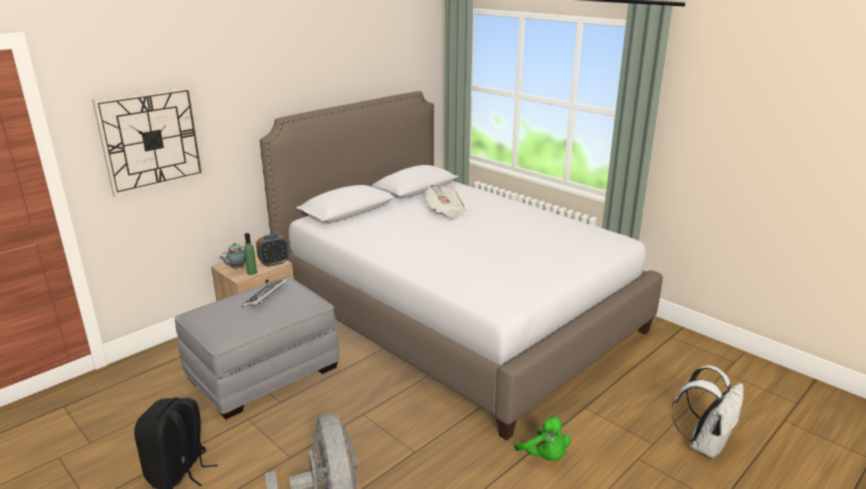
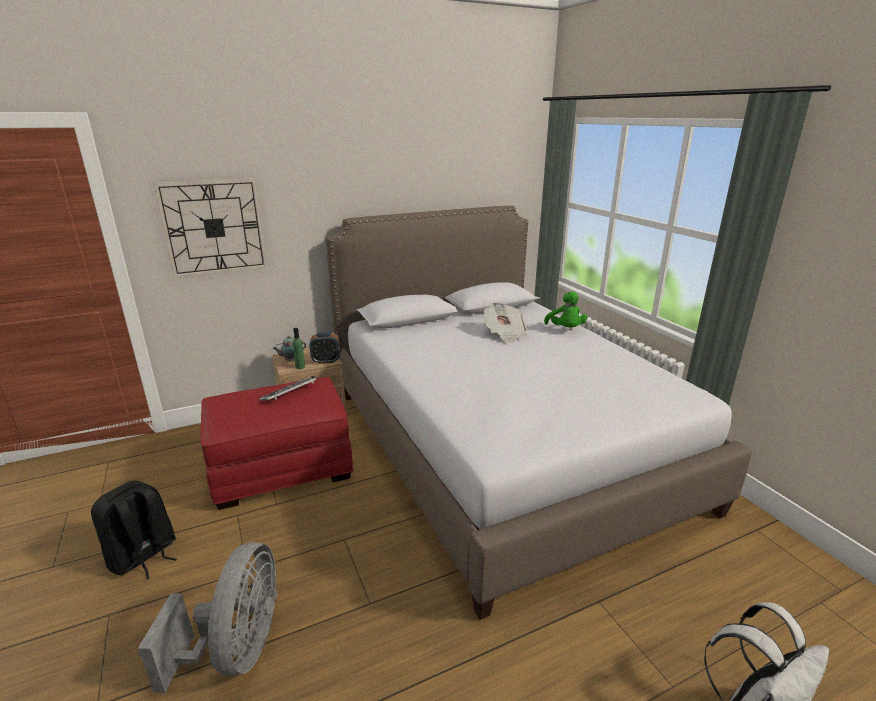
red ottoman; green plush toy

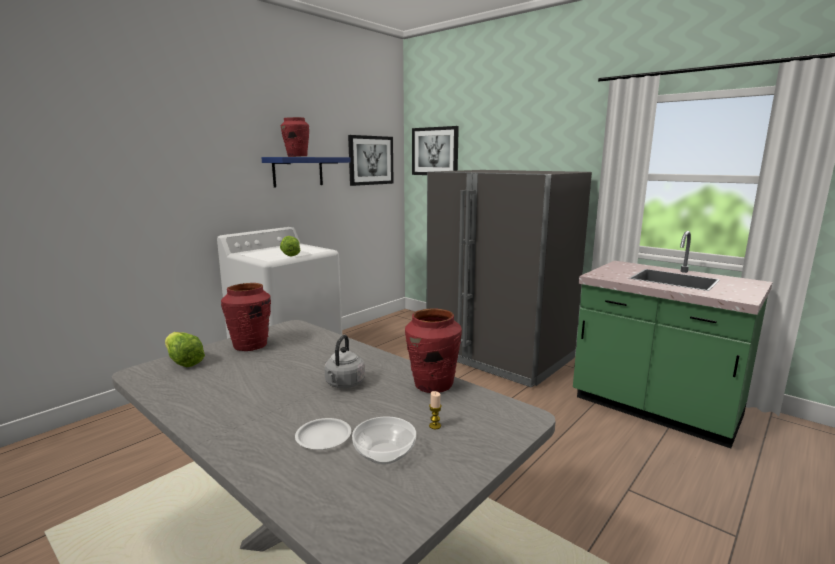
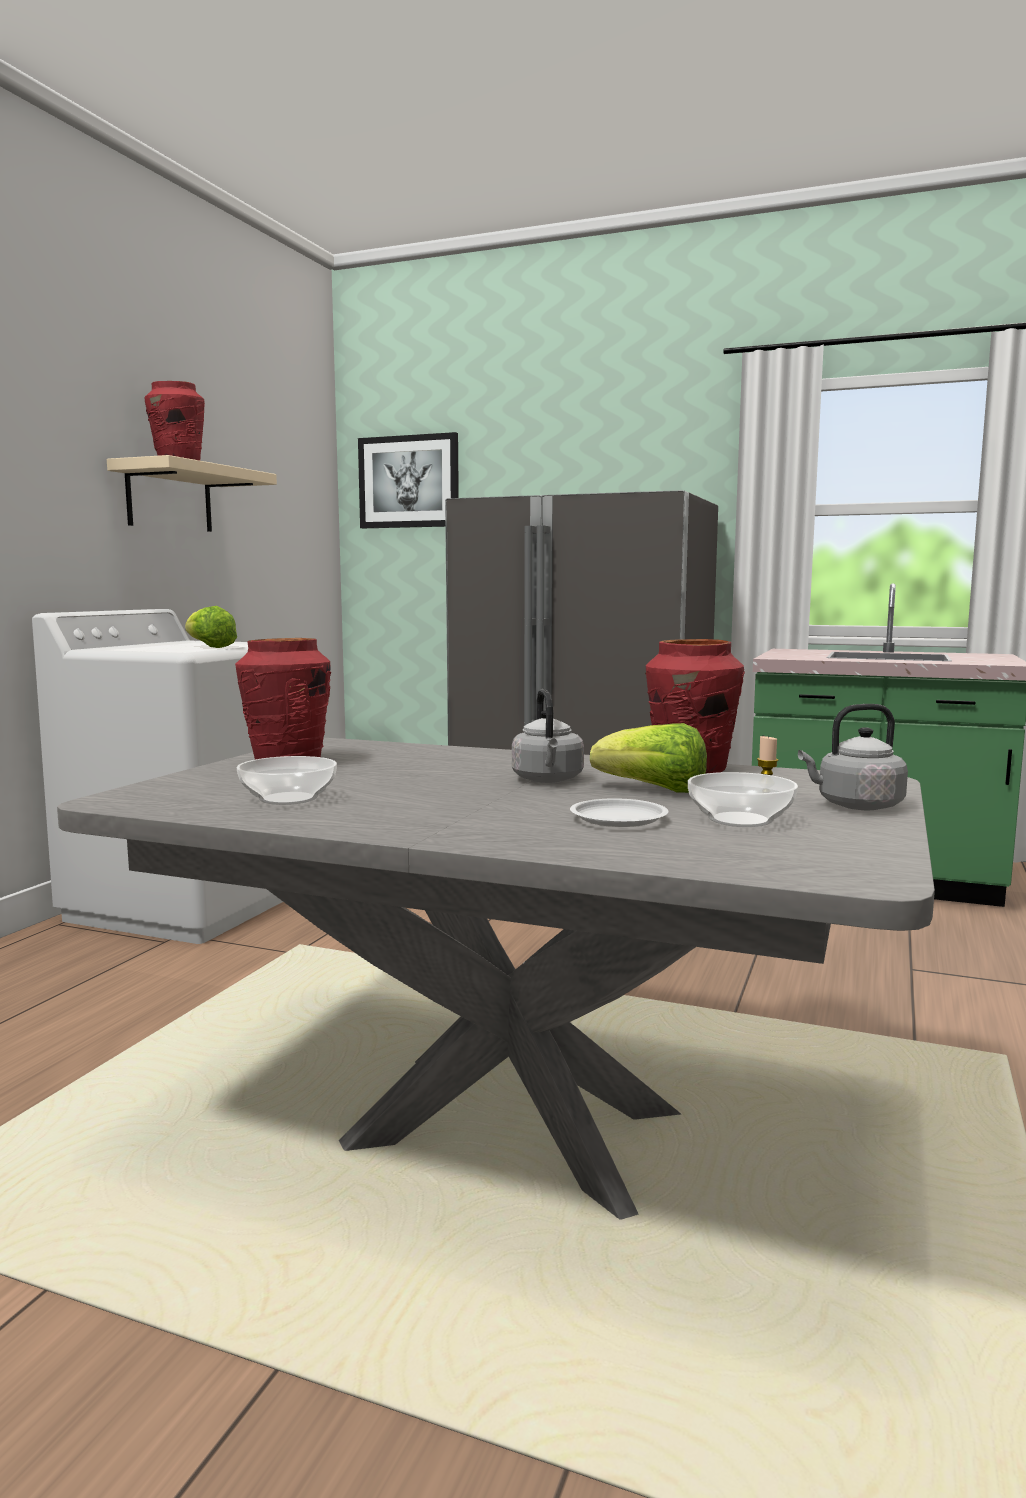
lettuce (2nd from left); beige shelf; picture (1st from left in the first image); bowl (1st from left); grey kettle (2nd from left)

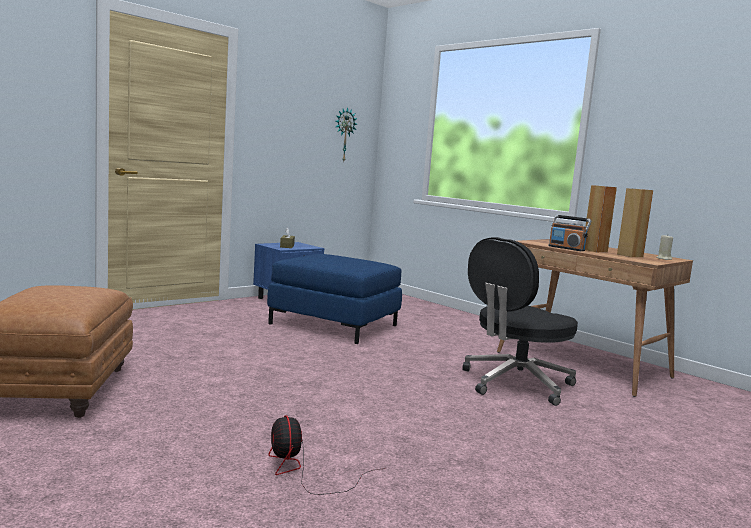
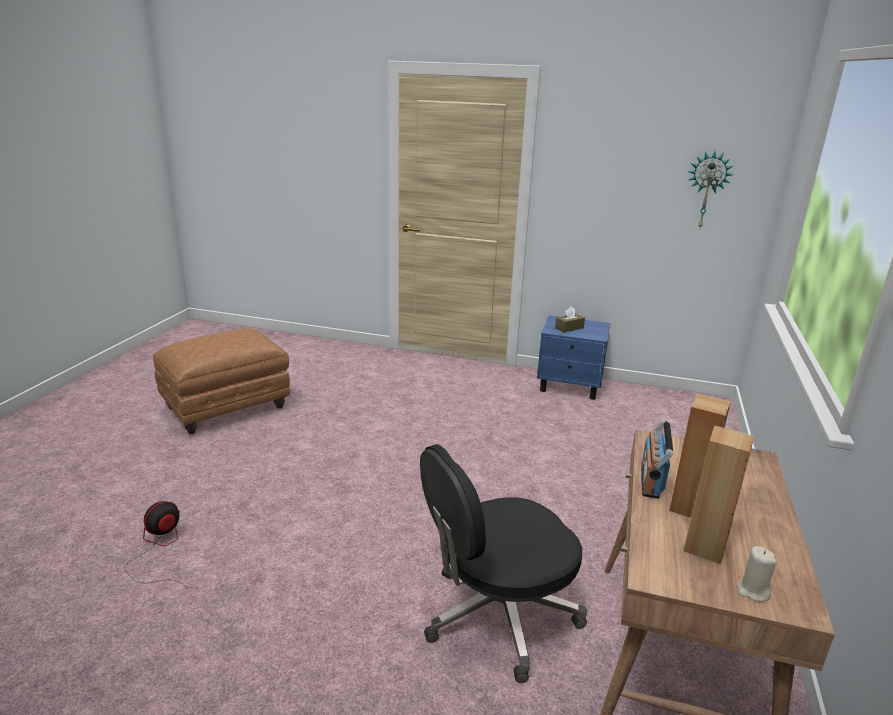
blue ottoman; black office chair

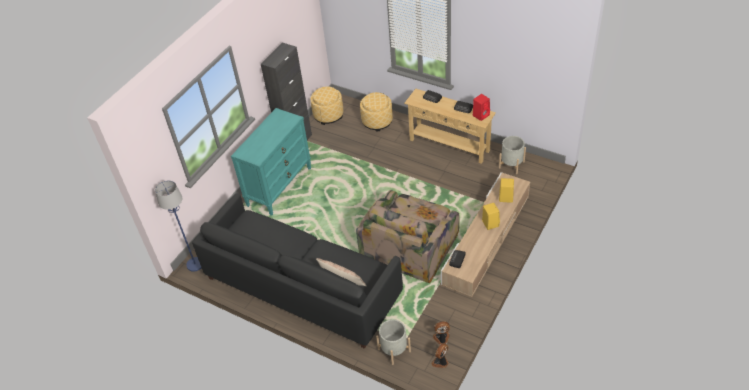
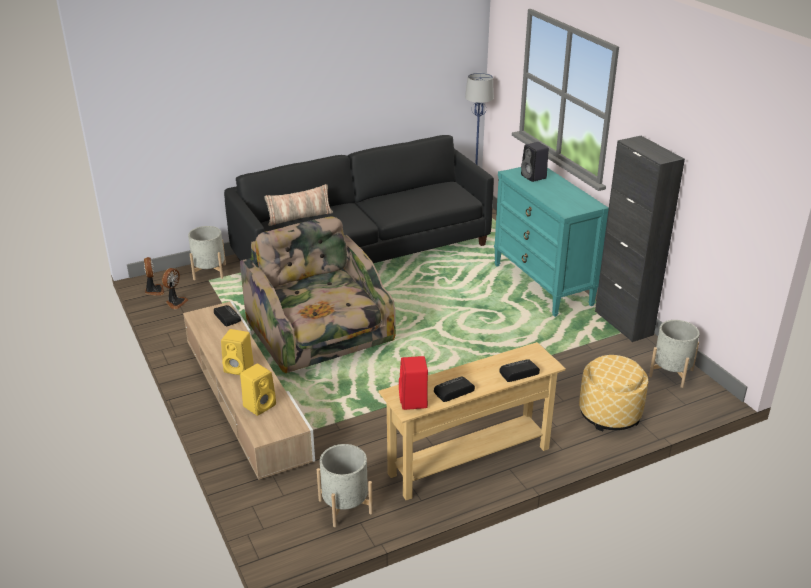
grey planter (3rd from left); black speaker

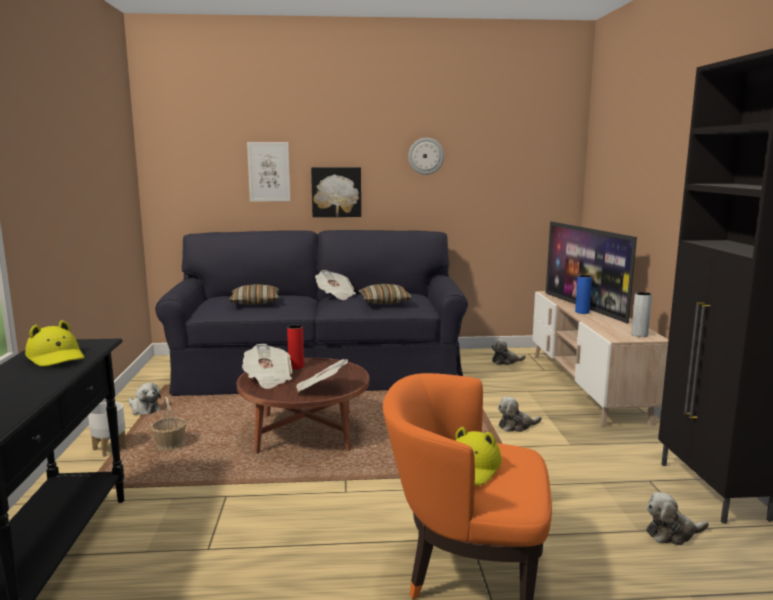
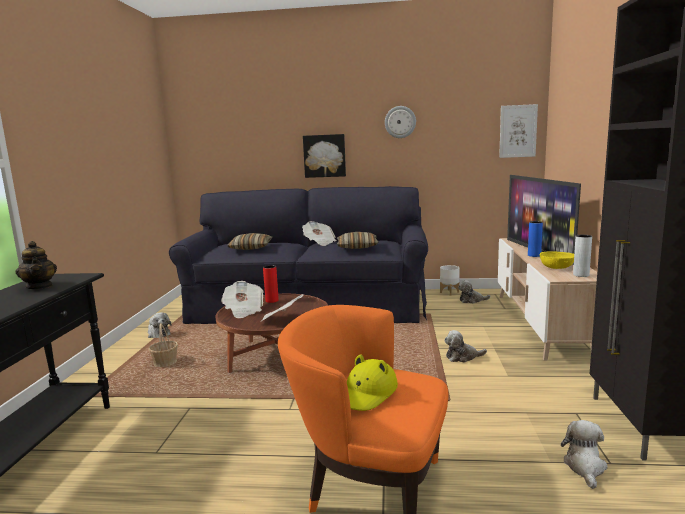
teapot; white planter; picture (2nd from left); plush toy (4th from left); yellow bowl

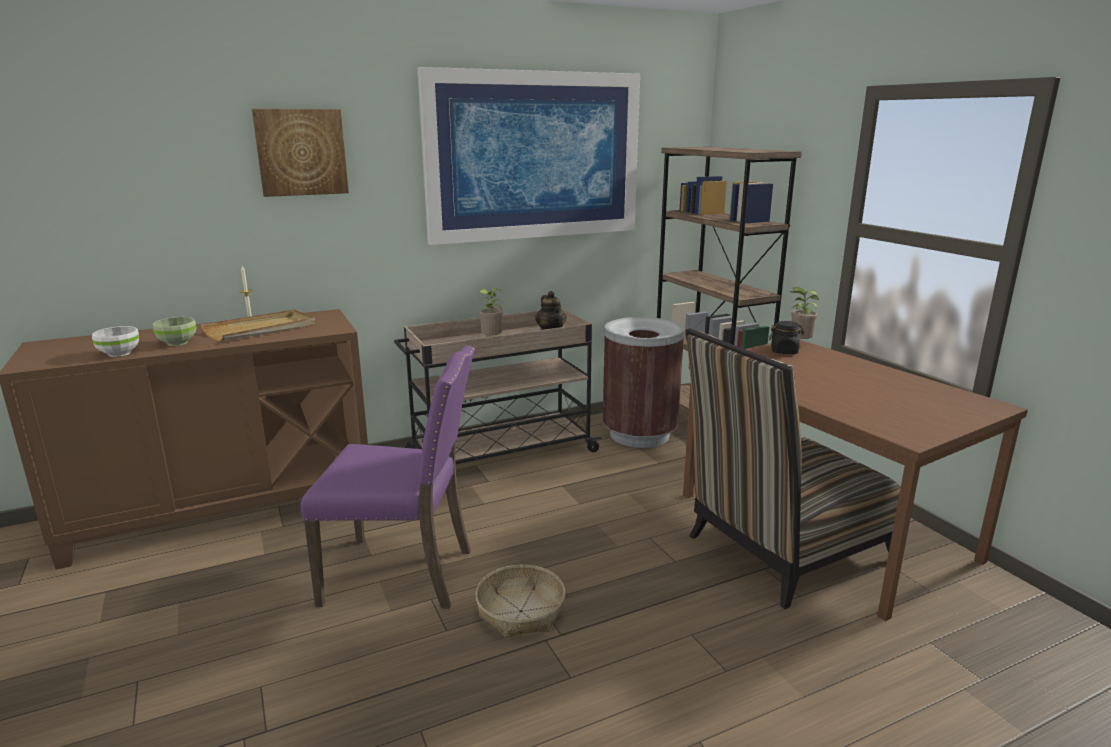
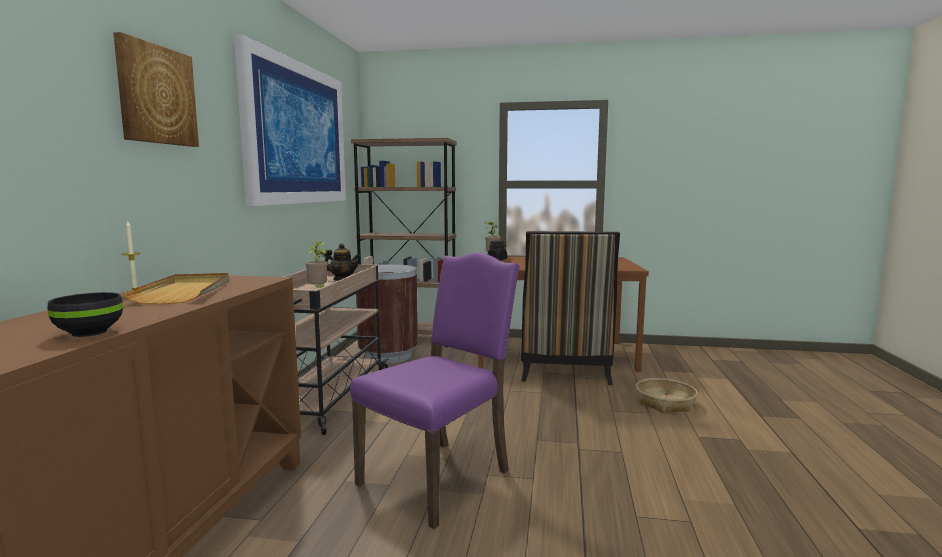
black bowl; green bowl; basket

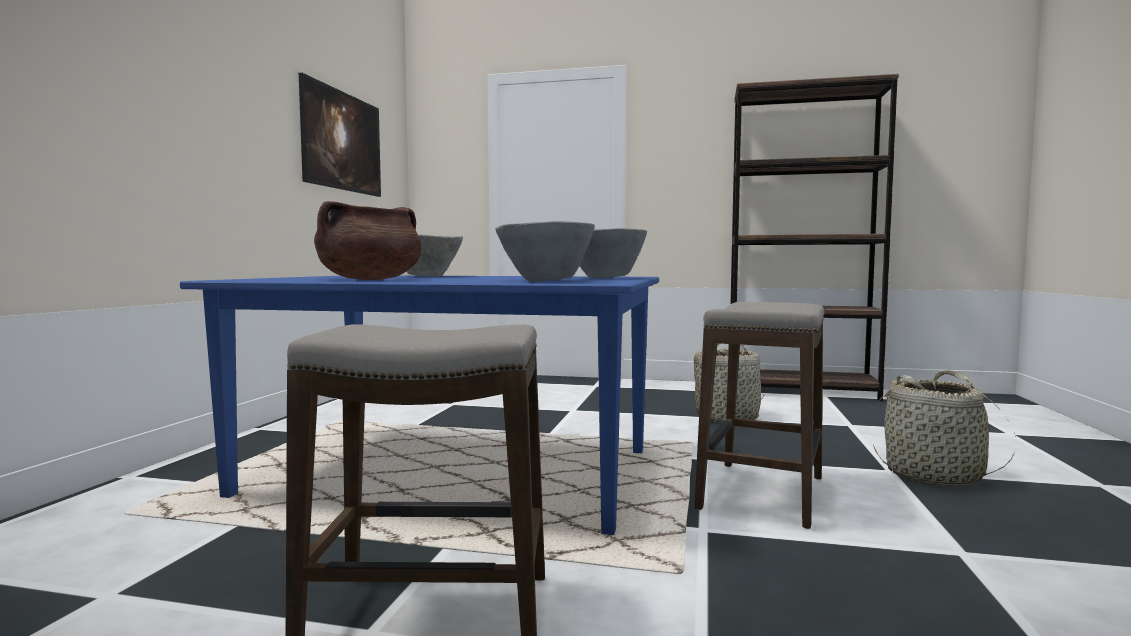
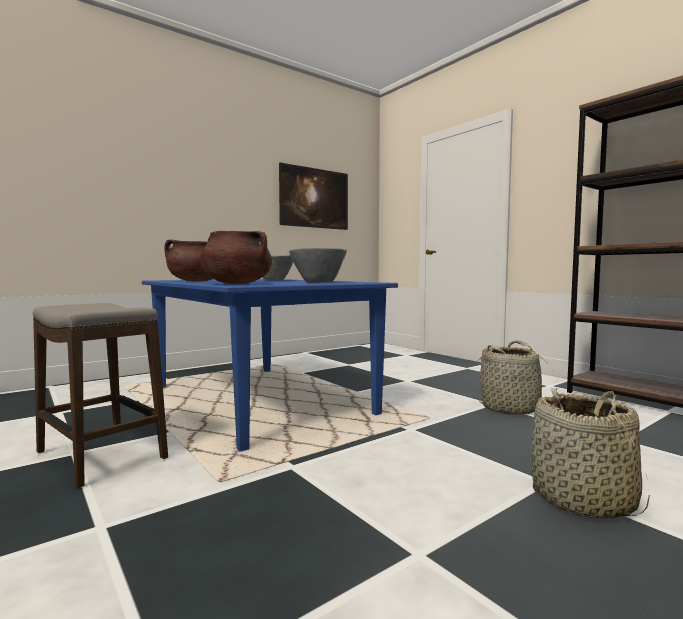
brown cooking pot (2nd from left); stool (2nd from left in the first image)

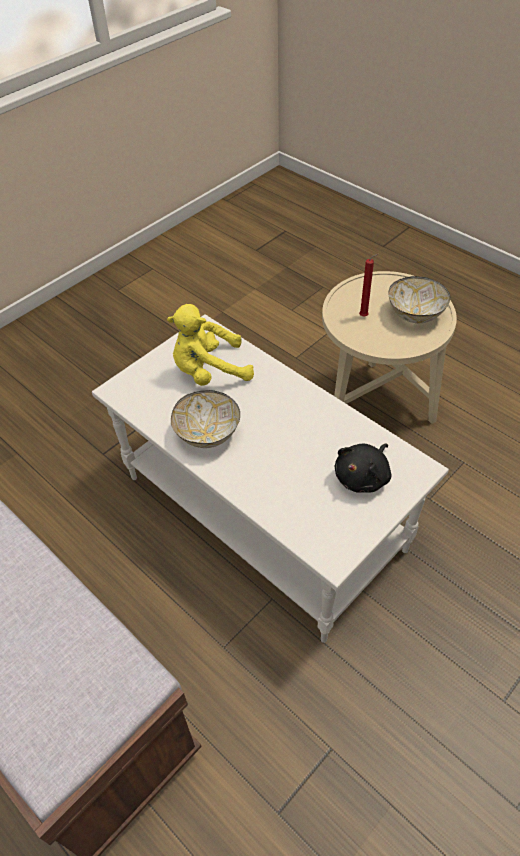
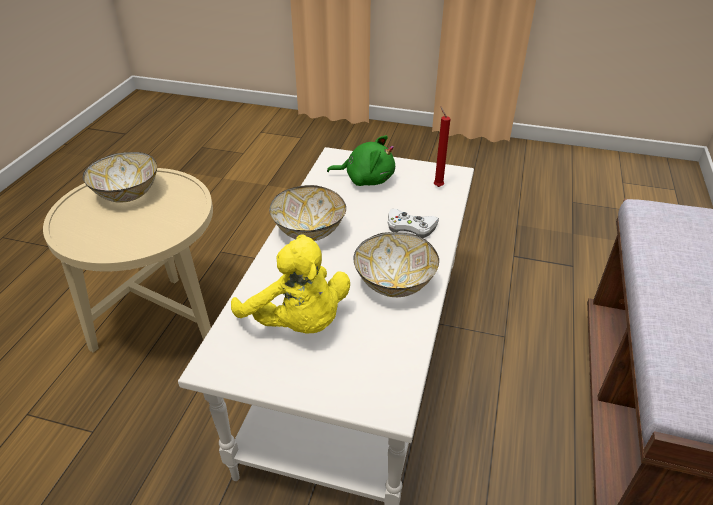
green plush toy; red candle; bowl (2nd from left); white game controller

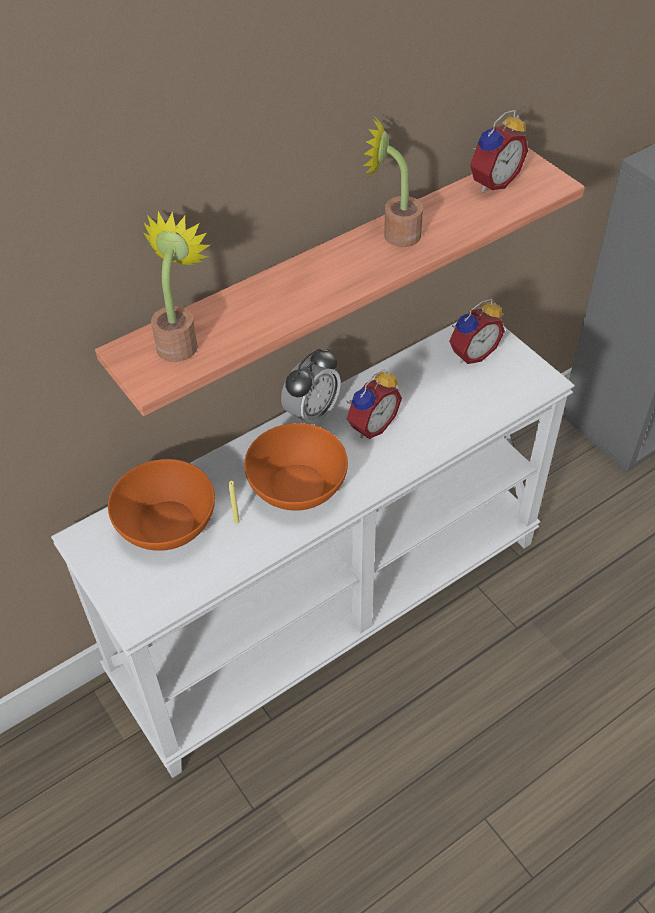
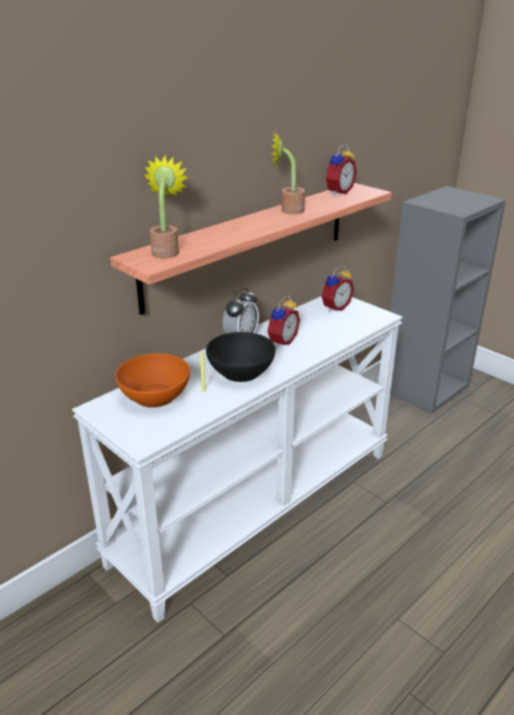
black bowl

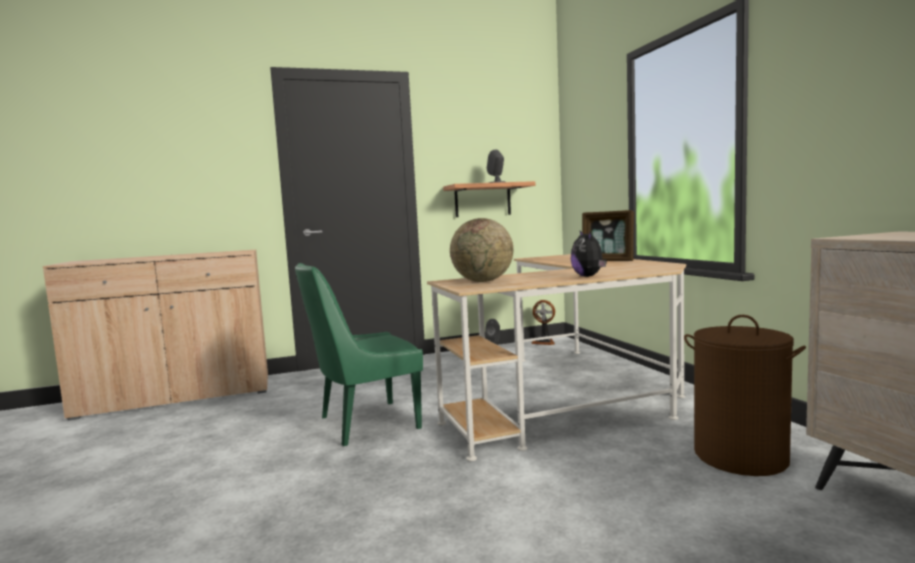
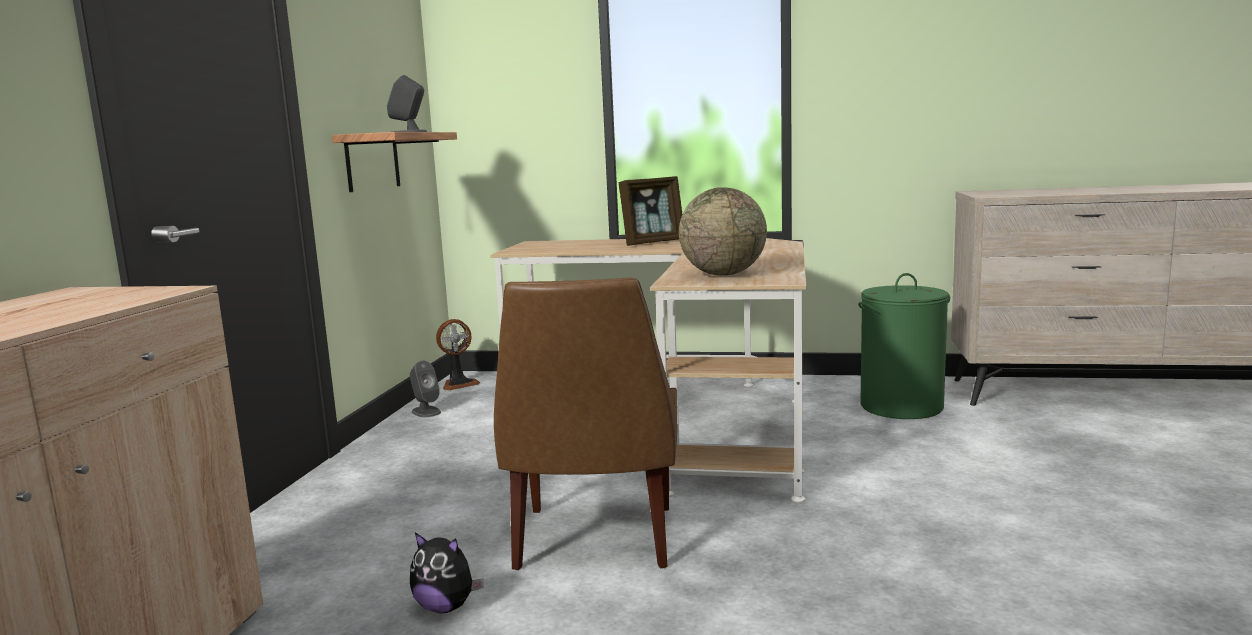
brown chair; plush toy; green laundry basket

